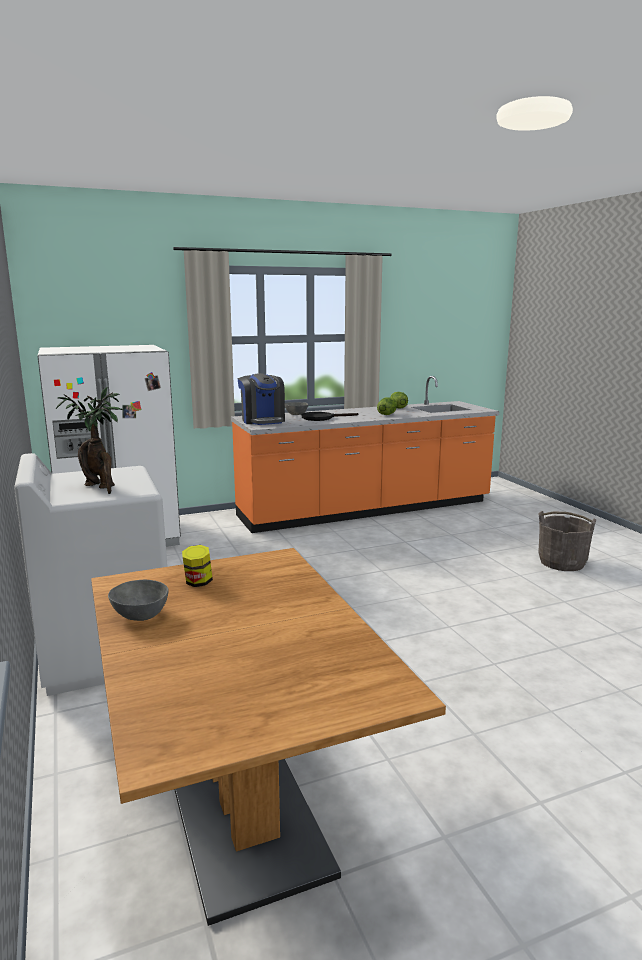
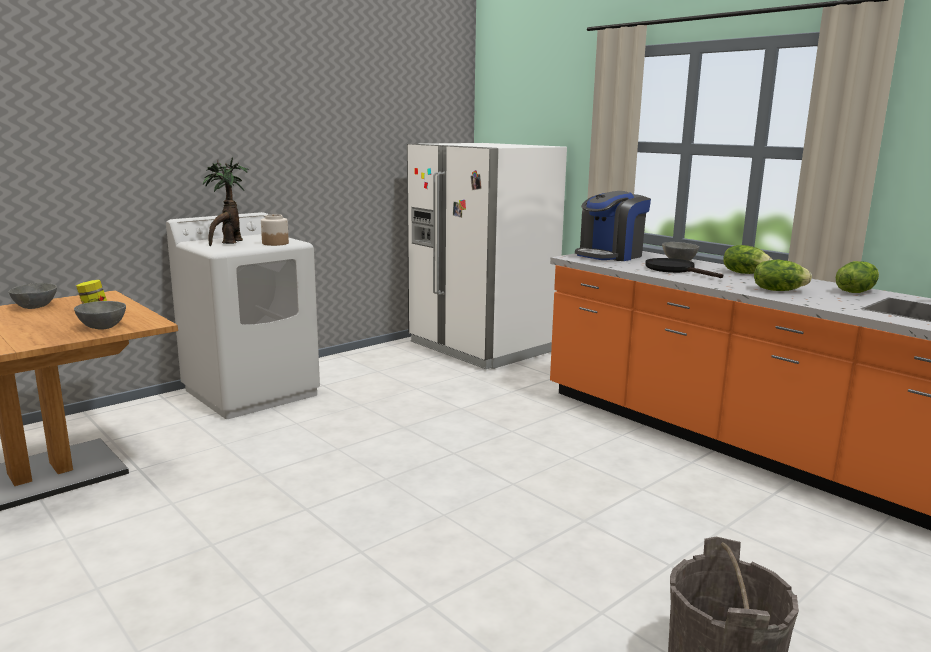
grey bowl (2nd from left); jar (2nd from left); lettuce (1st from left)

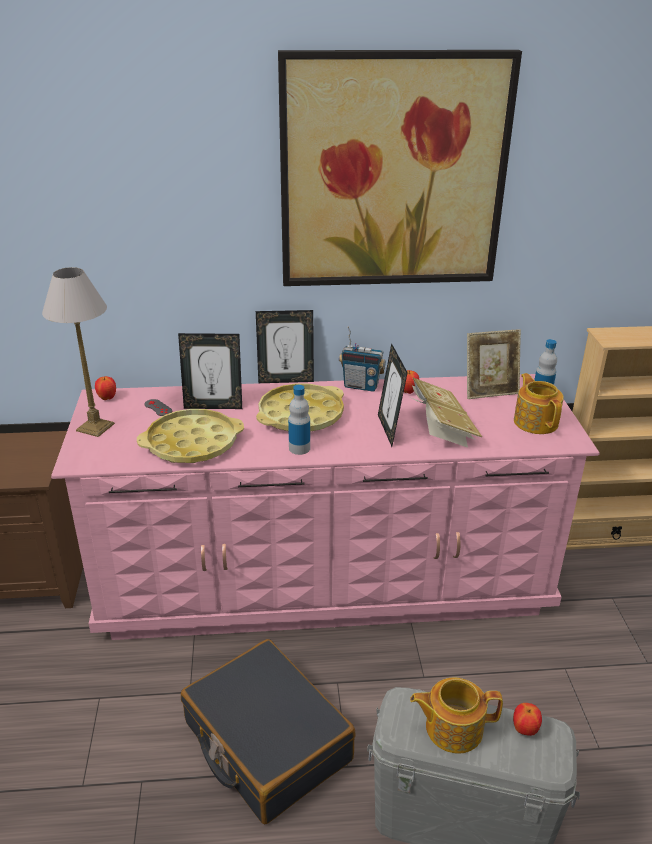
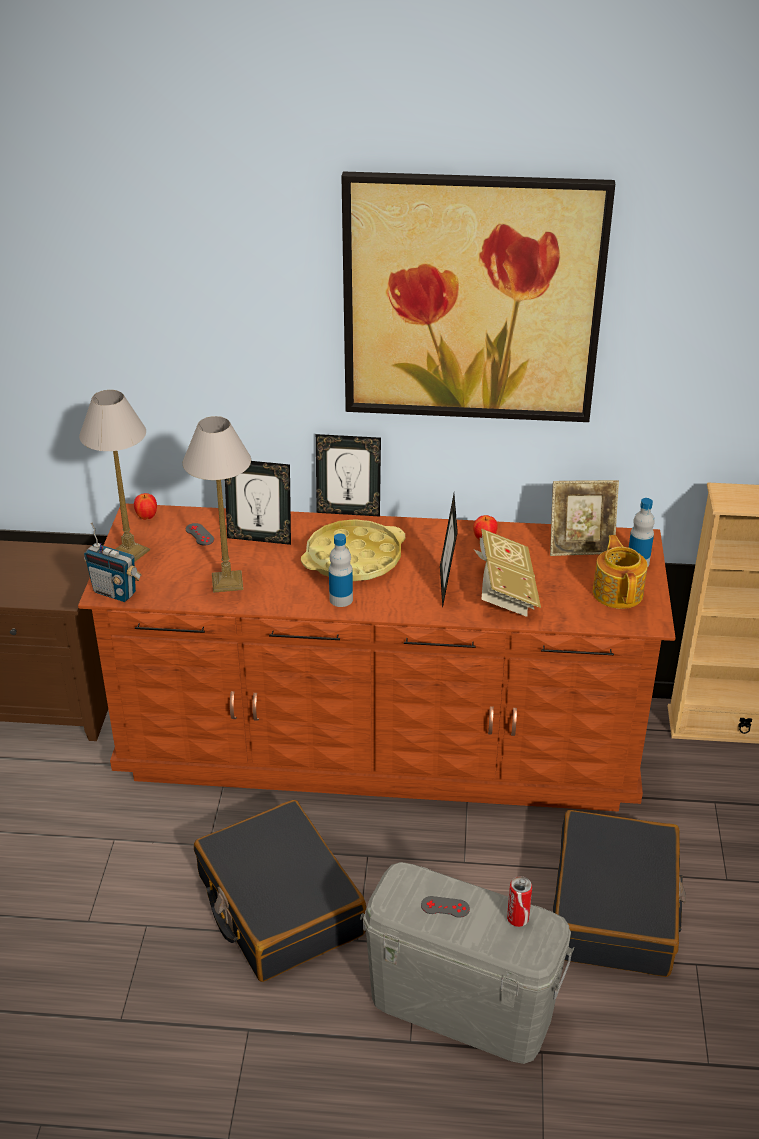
brown dresser; table lamp (2nd from left); radio; grey game controller (2nd from left); can; black suitcase (2nd from left)

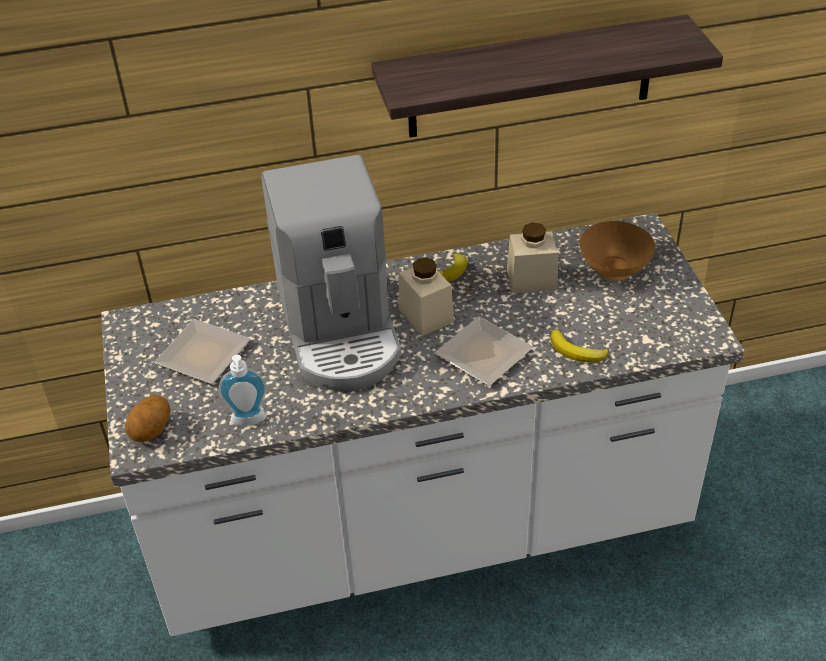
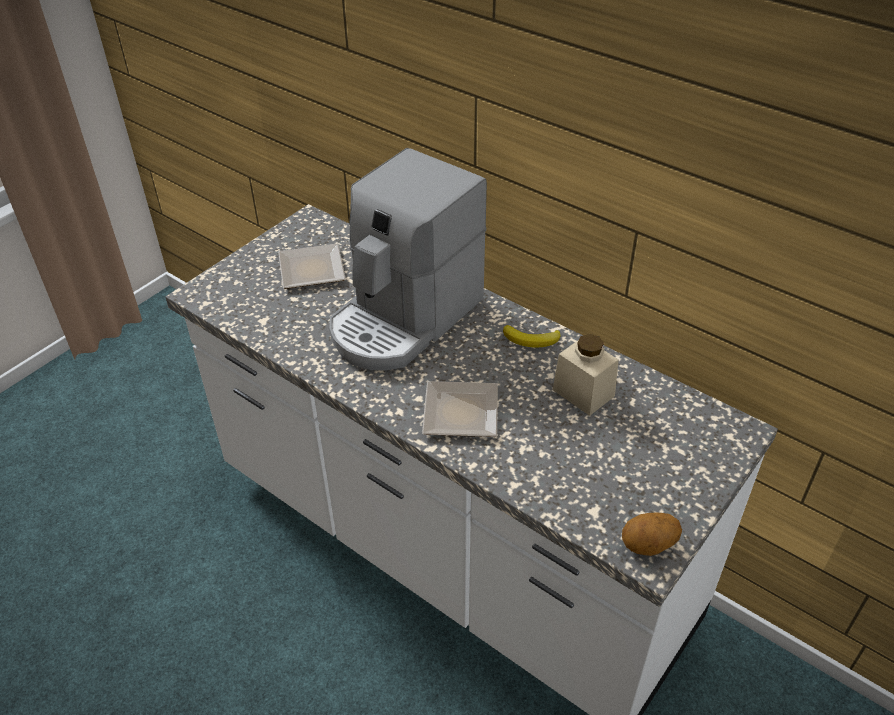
potato; soap dispenser; shelf; beige jar (1st from left in the first image); banana (2nd from left in the first image); brown bowl

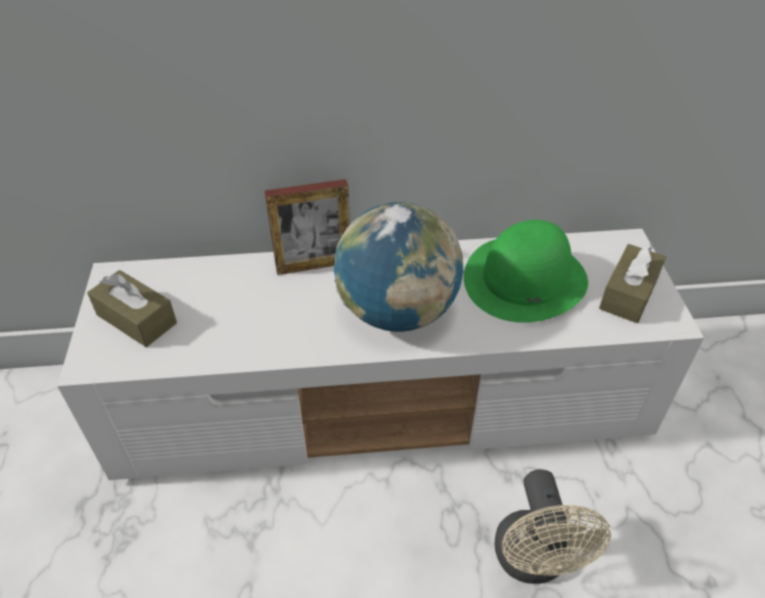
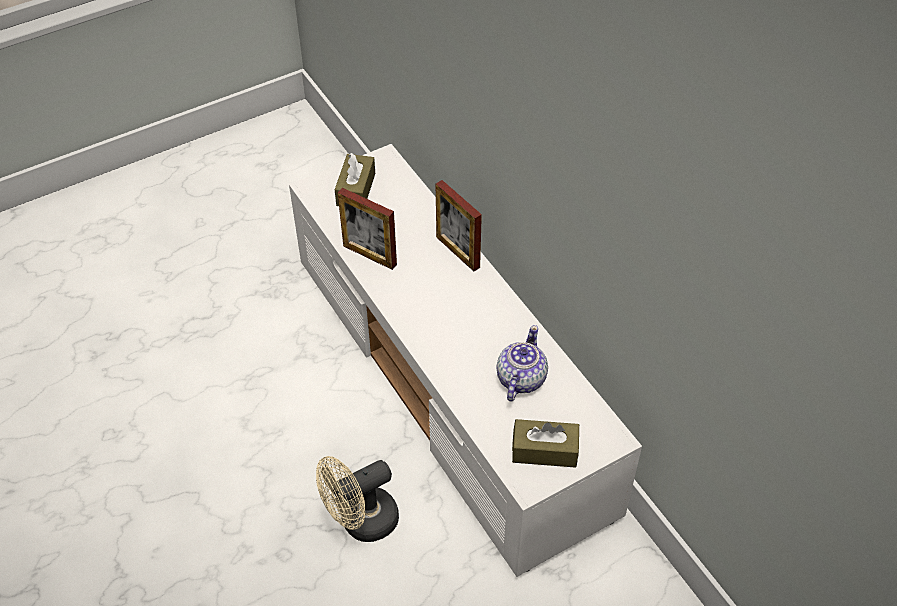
globe; teapot; picture frame (1st from left)

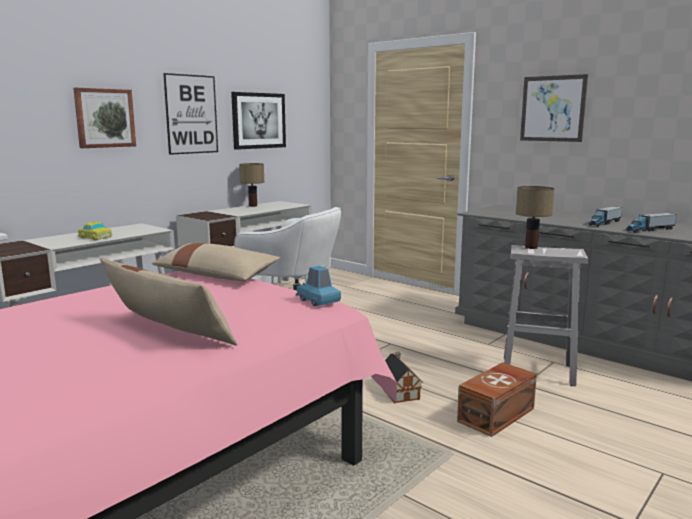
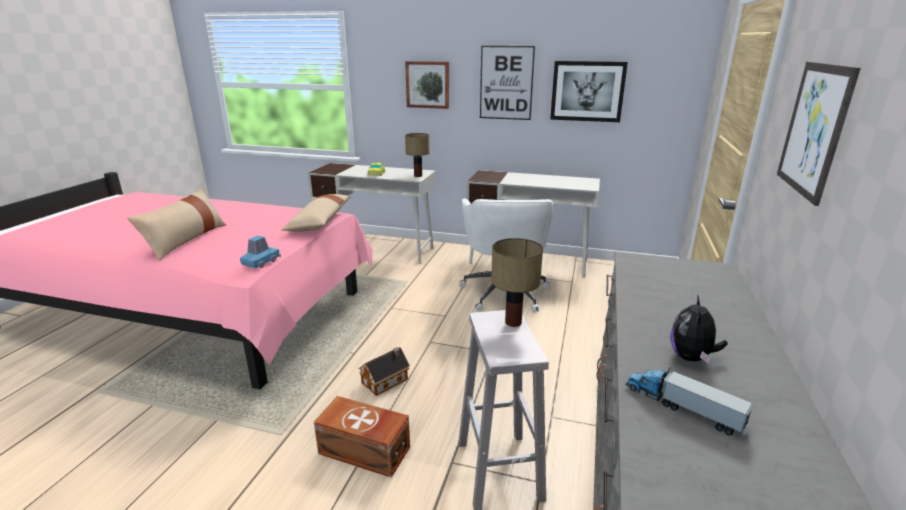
table lamp (1st from left); plush toy

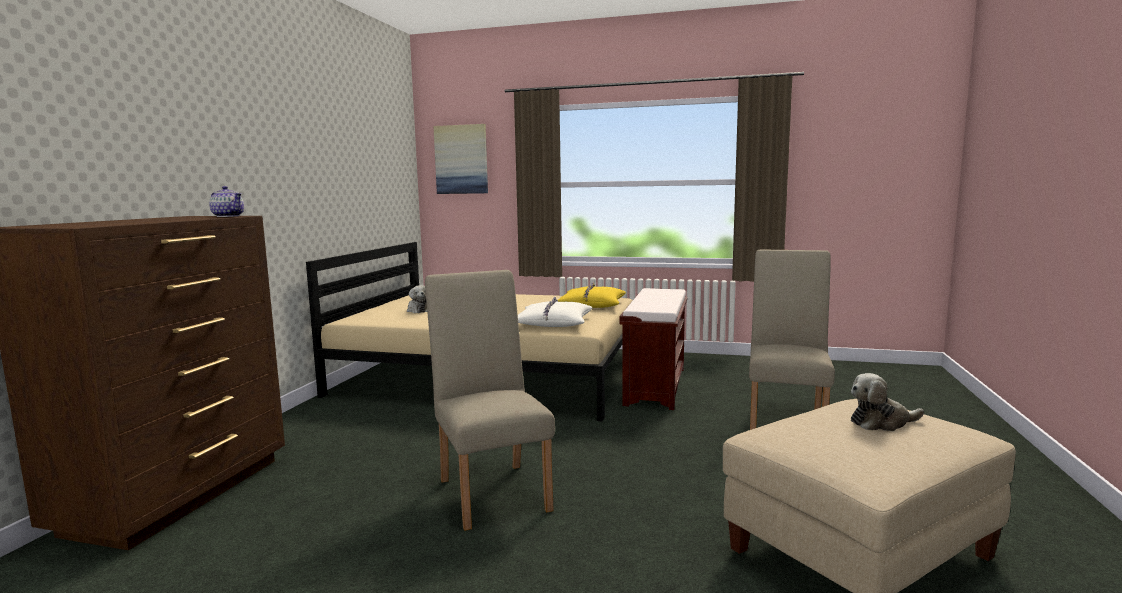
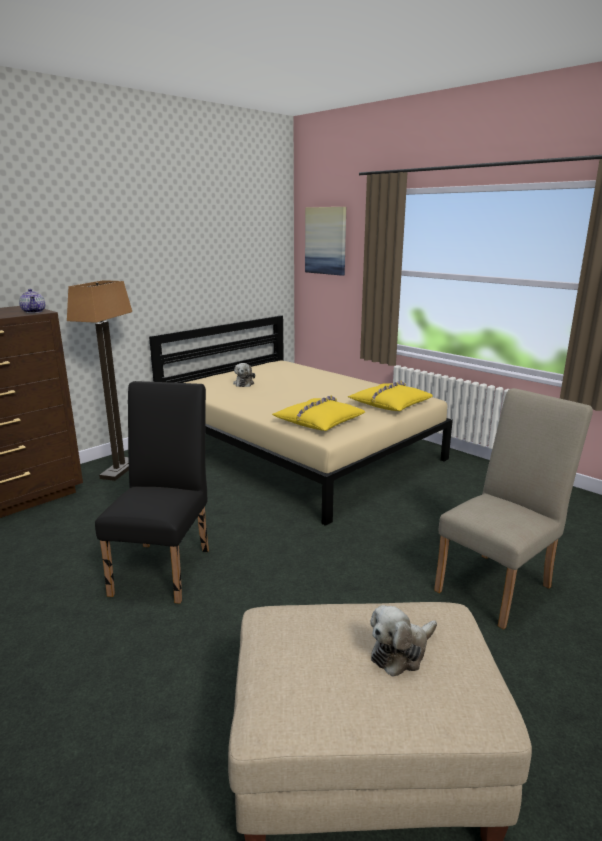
black chair; yellow pillow (1st from left); brown bench; plush toy (2nd from left); floor lamp

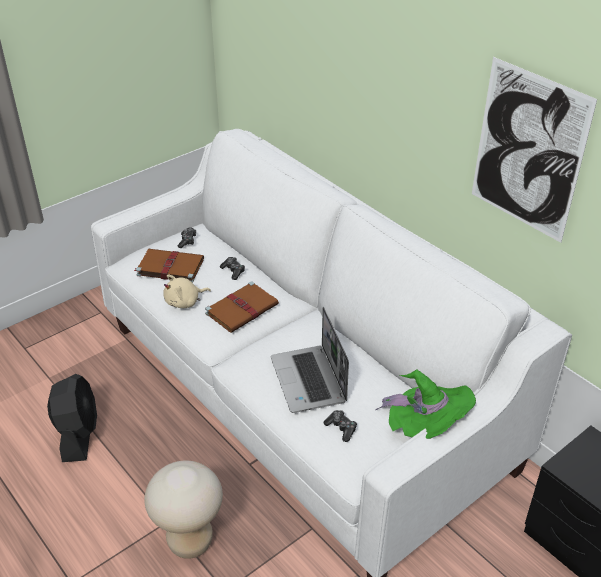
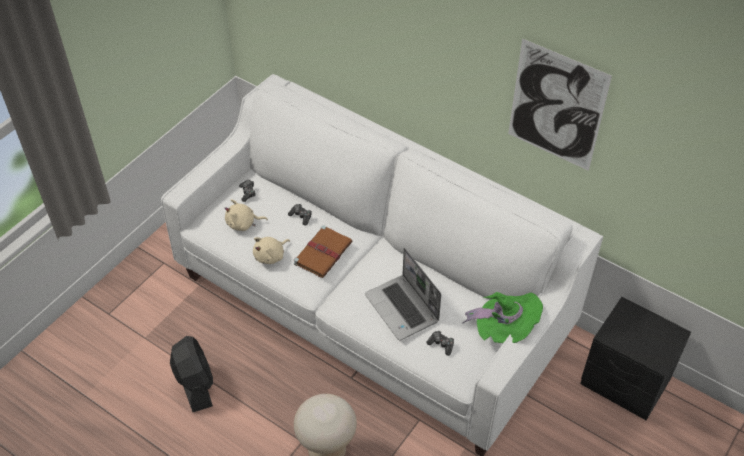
beige plush toy (1st from left)

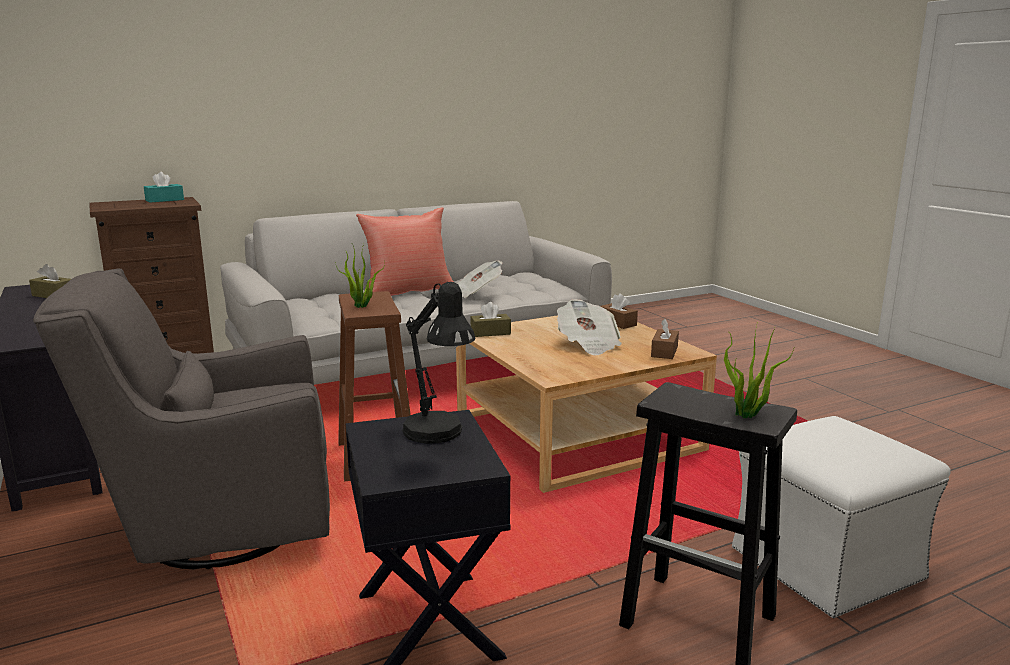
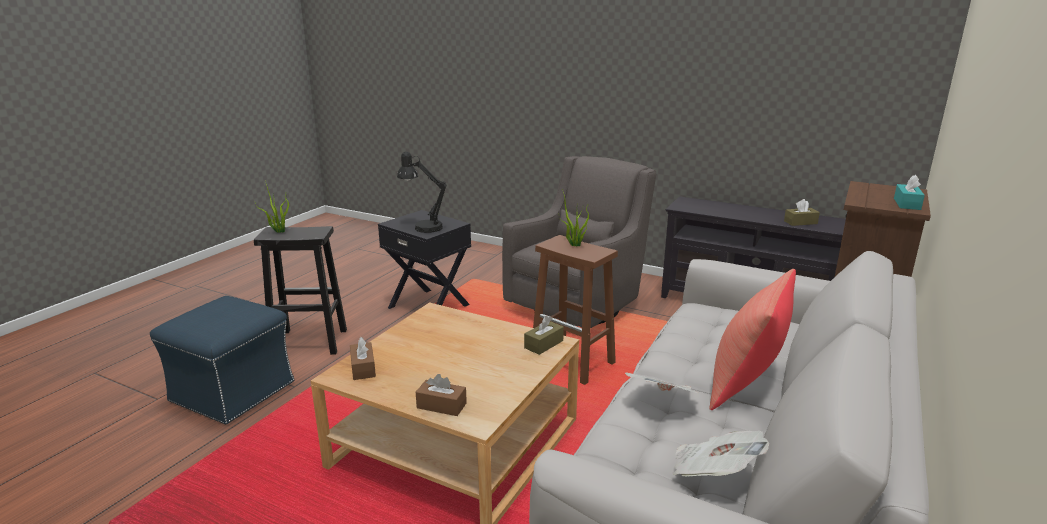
newspaper (2nd from left); blue ottoman

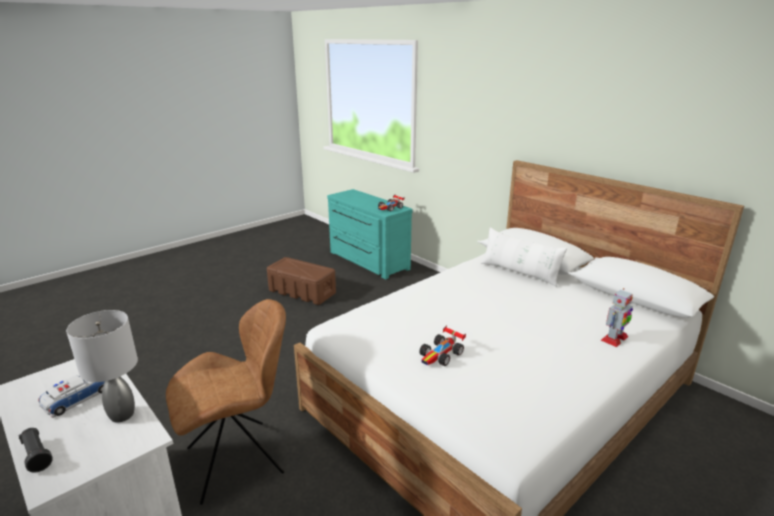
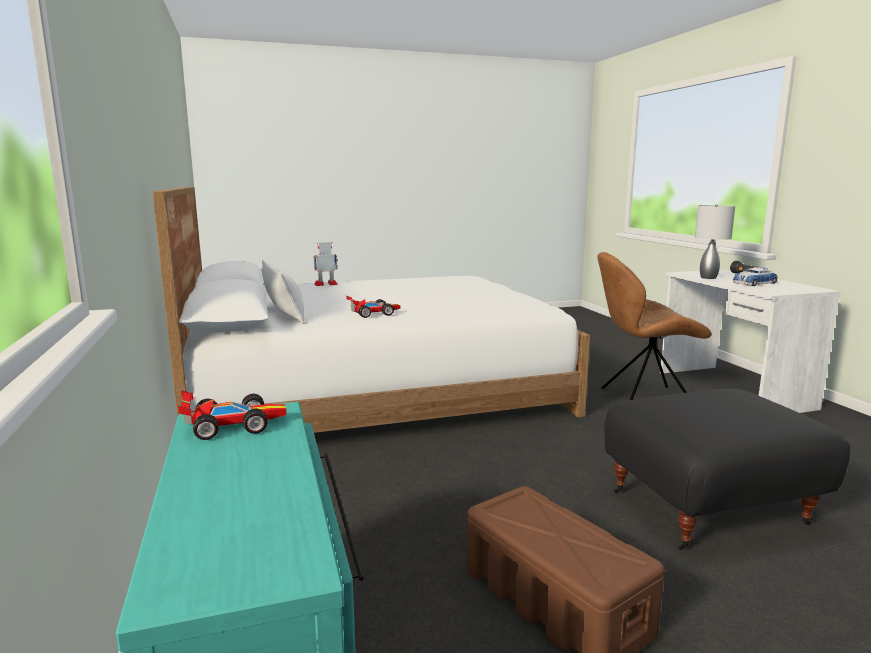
toy car (2nd from left); black ottoman

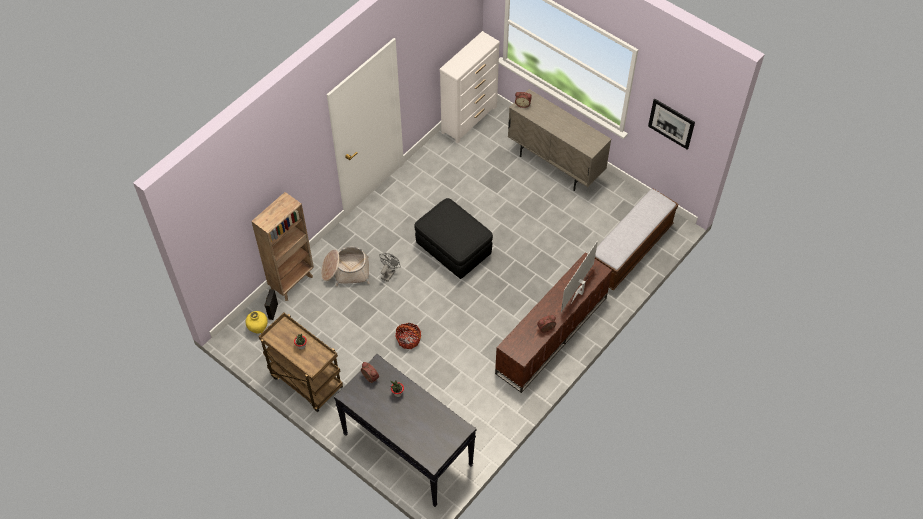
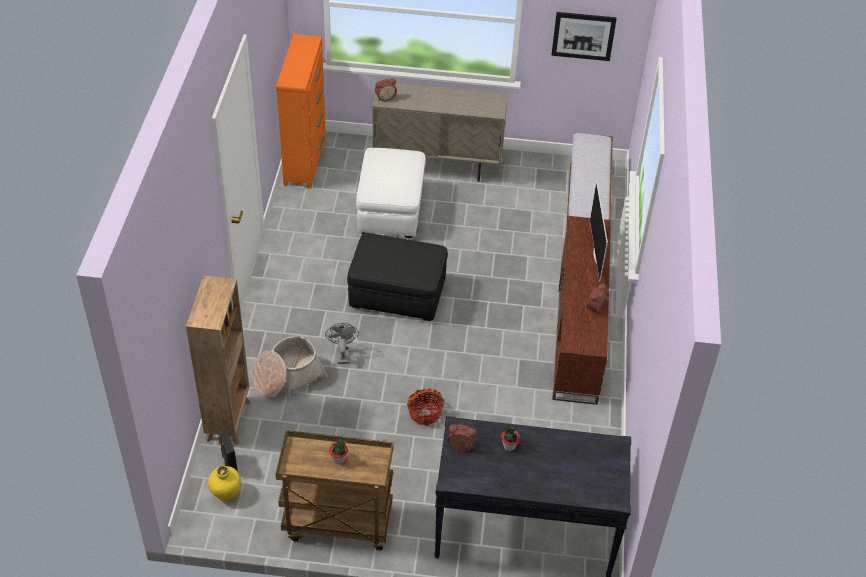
orange dresser; white ottoman

